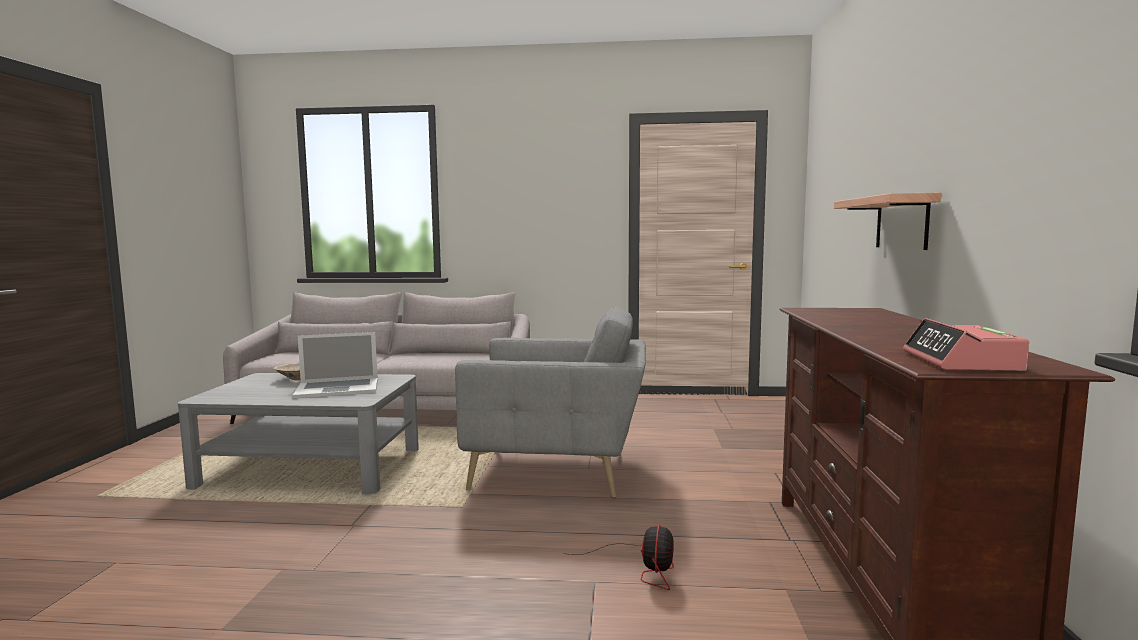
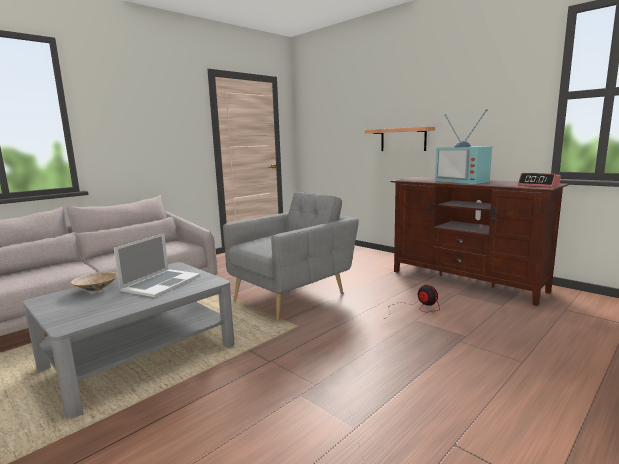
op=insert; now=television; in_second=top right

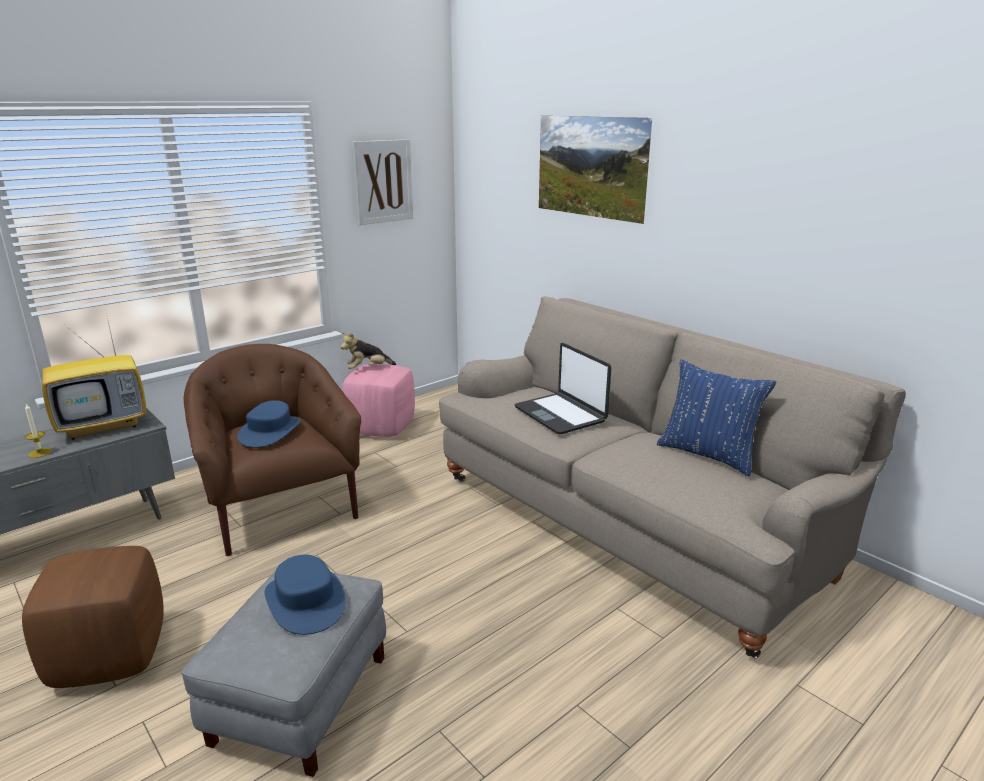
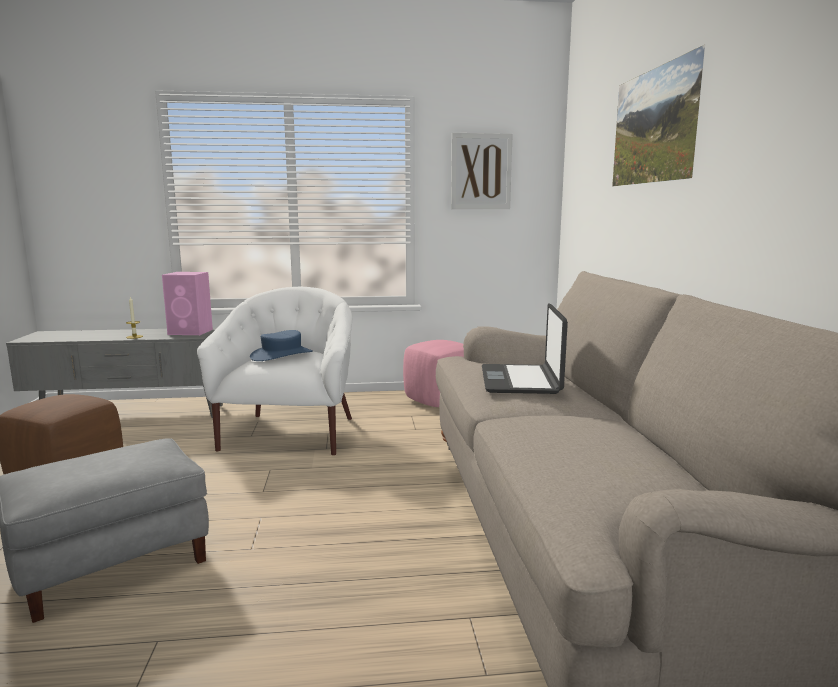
op=replace; was=television; now=pink speaker; in_first=middle left; in_second=middle left
op=delete; was=plush toy; in_first=centre
op=recolor; was=brown armchair; now=white armchair; in_first=middle left; in_second=middle left
op=delete; was=blue pillow; in_first=middle right
op=delete; was=blue hat (2nd from left); in_first=bottom left

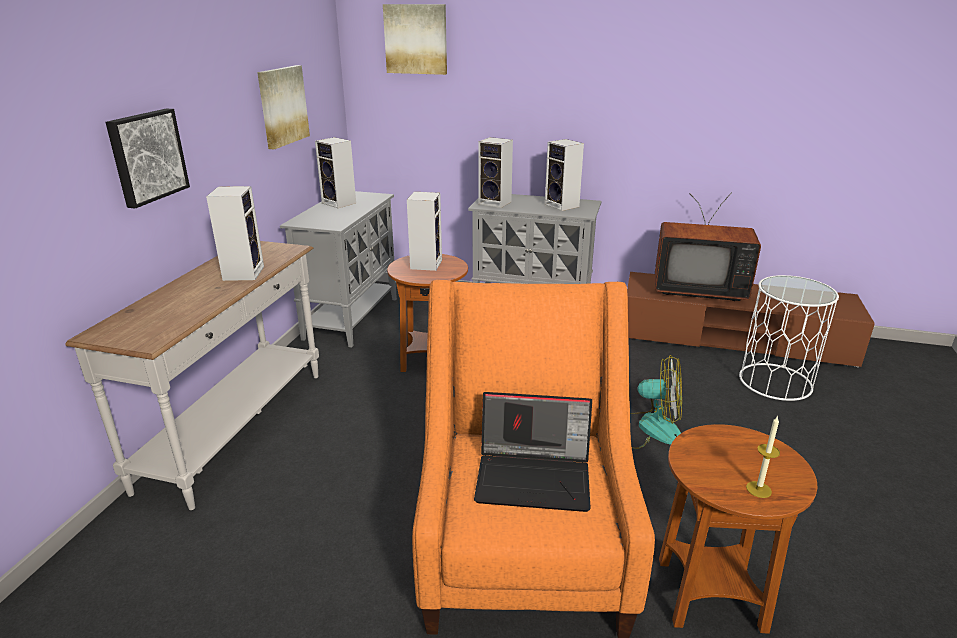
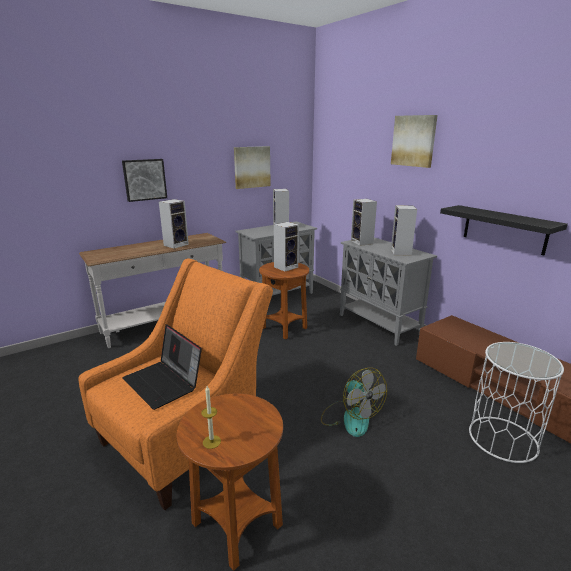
op=move; was=picture (3rd from left); in_first=top centre; in_second=top right
op=delete; was=television; in_first=middle right
op=insert; now=black shelf; in_second=middle right

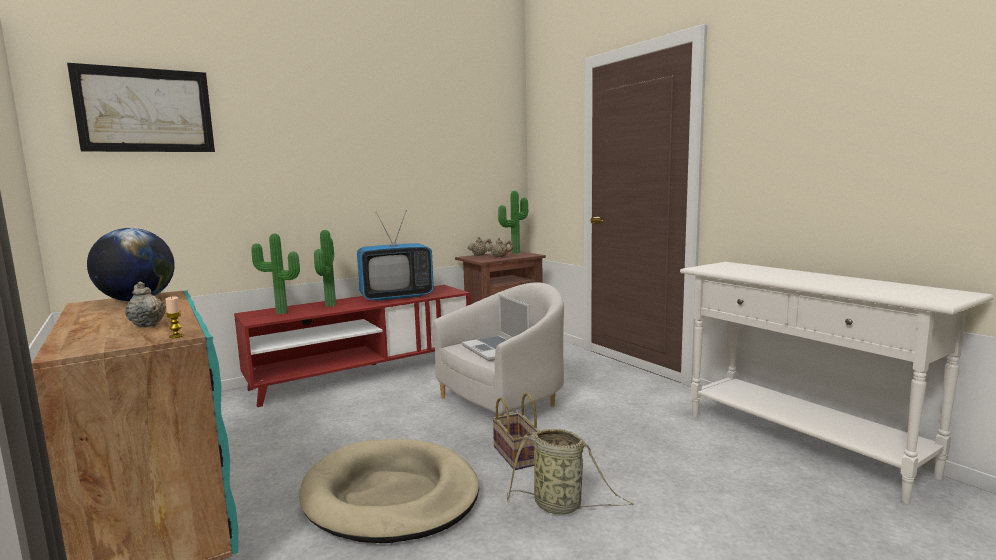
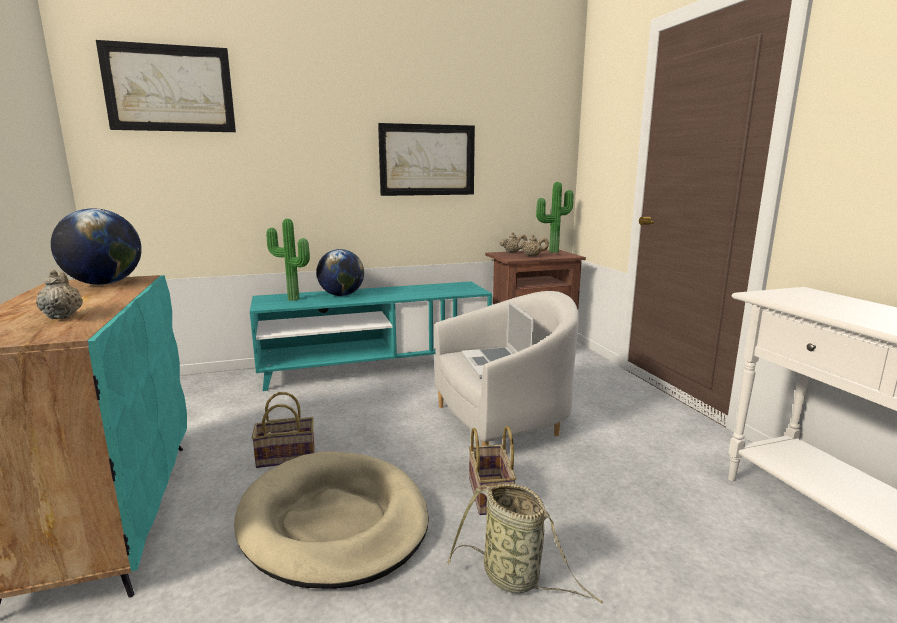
op=delete; was=television; in_first=centre
op=replace; was=potted plant (2nd from left); now=globe (2nd from left); in_first=middle left; in_second=centre
op=recolor; was=red tv stand; now=turquoise tv stand; in_first=centre; in_second=centre
op=delete; was=candle; in_first=middle left
op=insert; now=picture (2nd from left); in_second=top centre
op=insert; now=basket (1st from left); in_second=bottom left

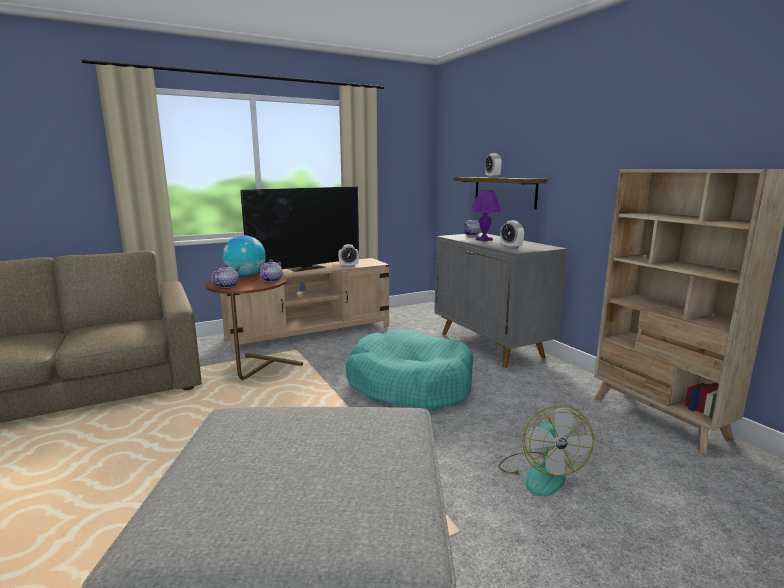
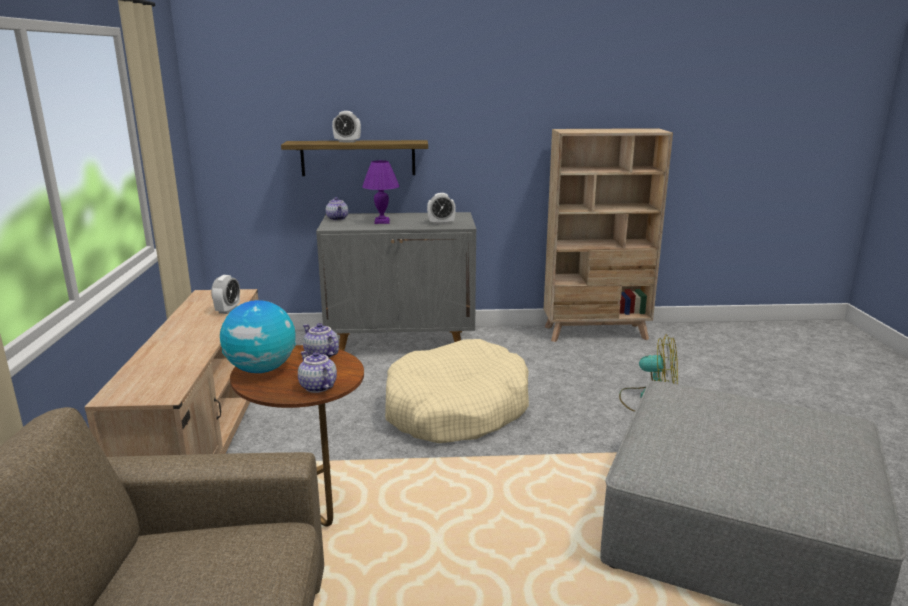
op=delete; was=television; in_first=centre
op=recolor; was=turquoise dog bed; now=beige dog bed; in_first=centre; in_second=centre

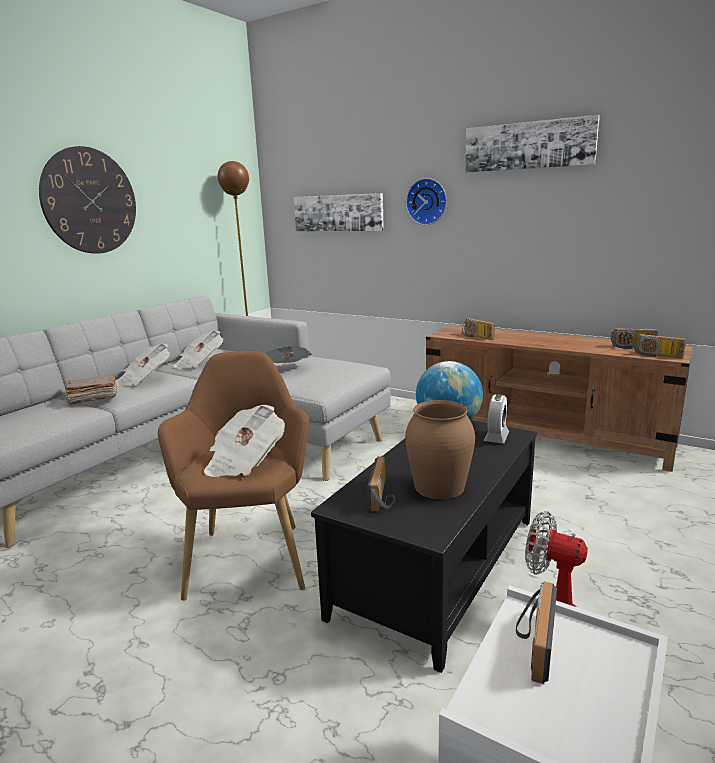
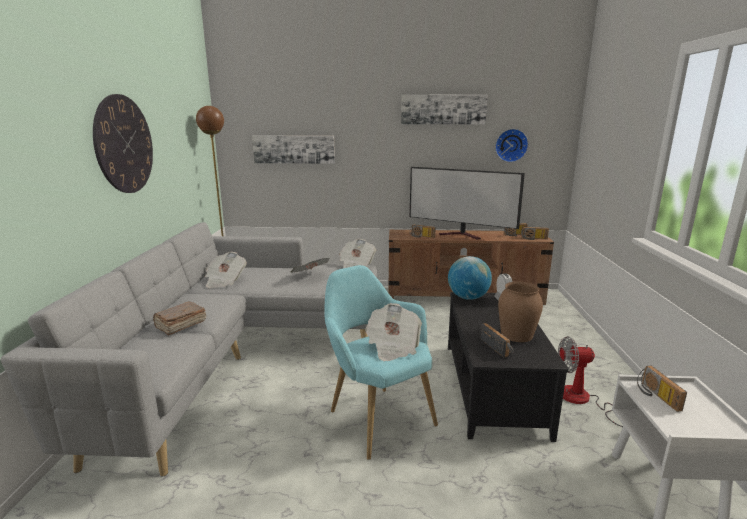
op=move; was=wall clock (2nd from left); in_first=top centre; in_second=top right
op=move; was=newspaper (1st from left in the first image); now=newspaper (3rd from left); in_first=middle left; in_second=centre
op=recolor; was=brown armchair; now=turquoise armchair; in_first=middle left; in_second=bottom centre
op=insert; now=television; in_second=centre

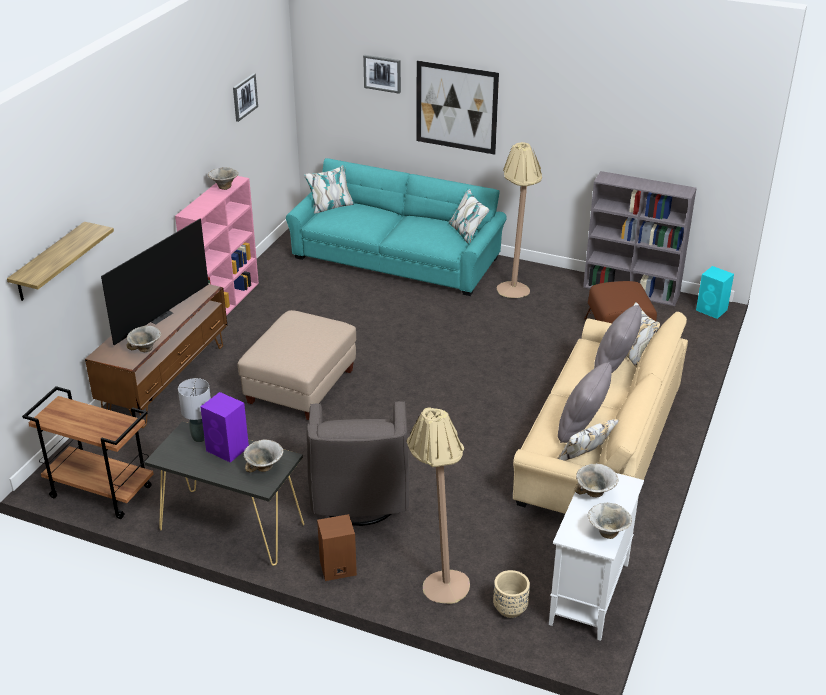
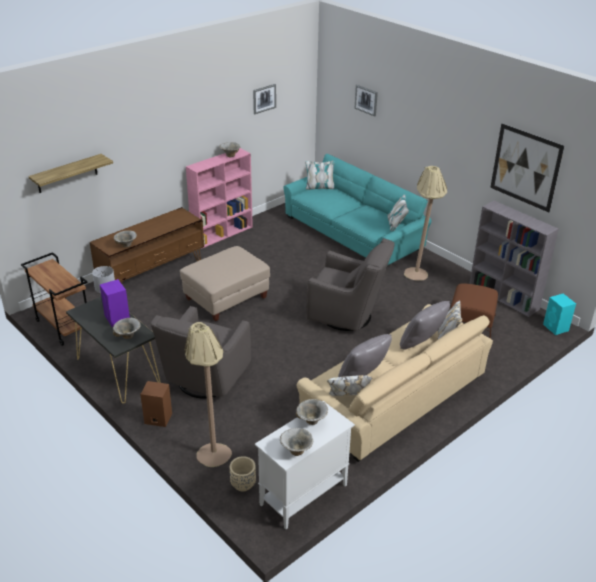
op=move; was=picture (3rd from left); in_first=top centre; in_second=top right
op=delete; was=television; in_first=middle left
op=insert; now=grey armchair (2nd from left); in_second=centre

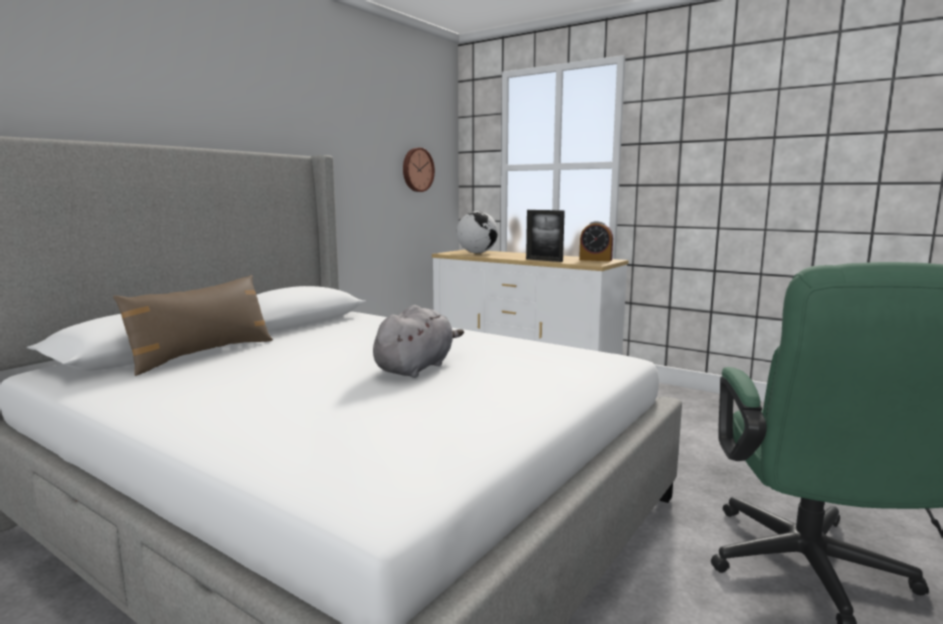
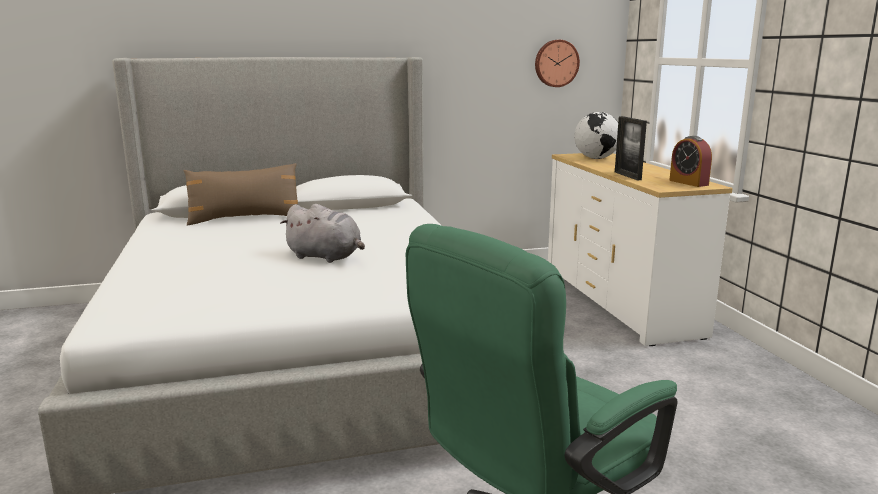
op=rotate; was=grey plush toy; in_first=centre; in_second=centre; clockwise=45

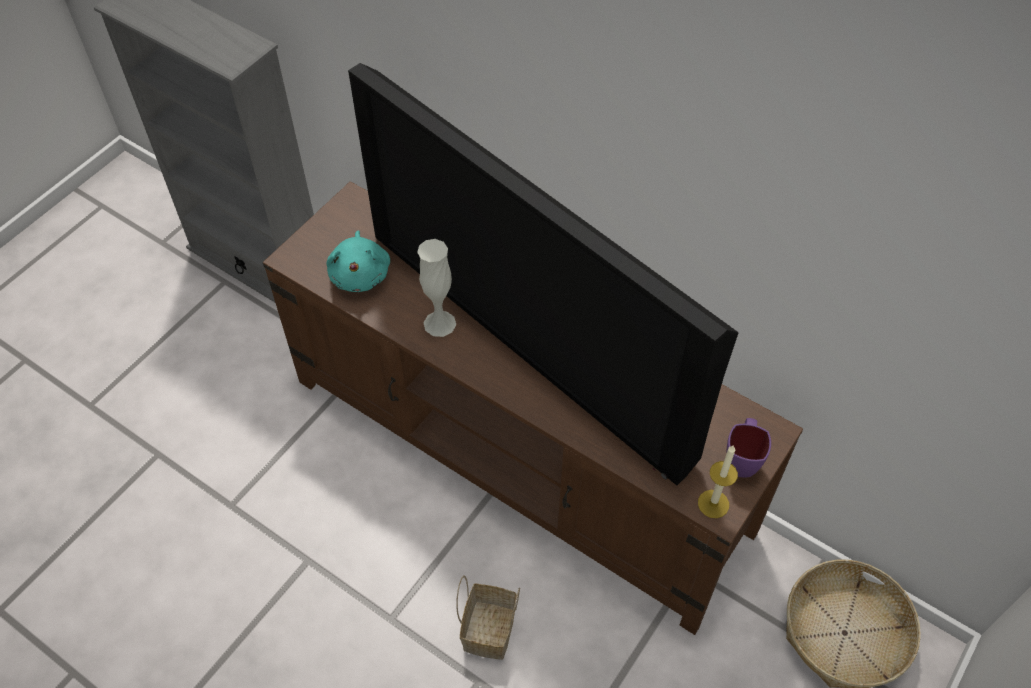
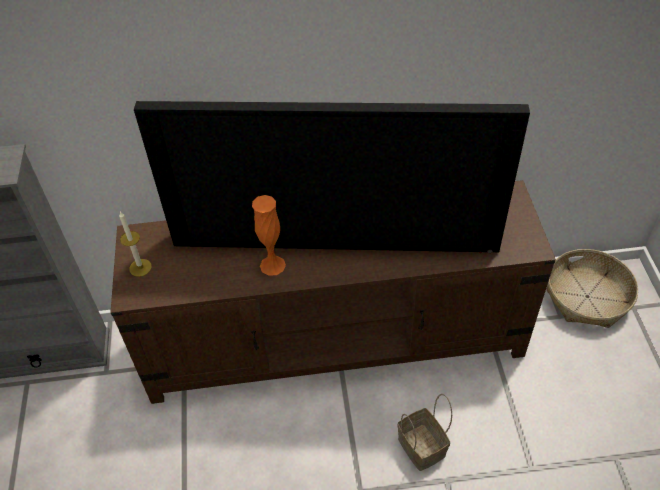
op=delete; was=turquoise plush toy; in_first=centre
op=recolor; was=white vase; now=orange vase; in_first=centre; in_second=centre
op=delete; was=purple mug; in_first=middle right
op=move; was=candle; in_first=bottom right; in_second=middle left

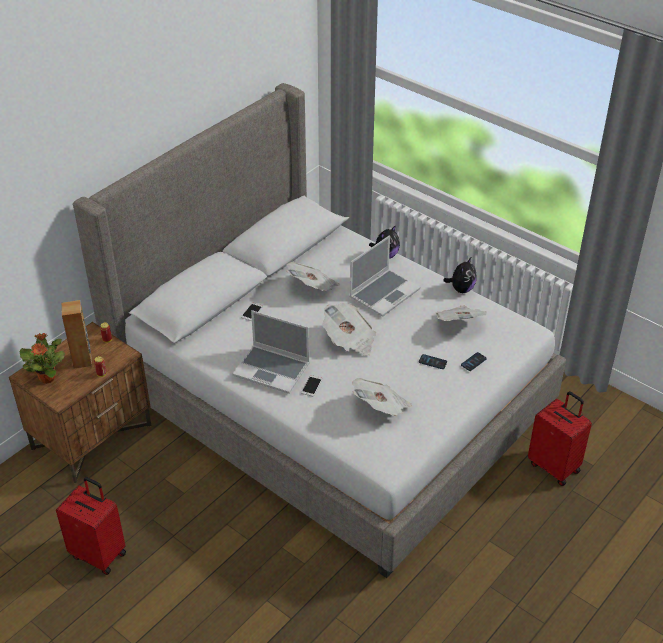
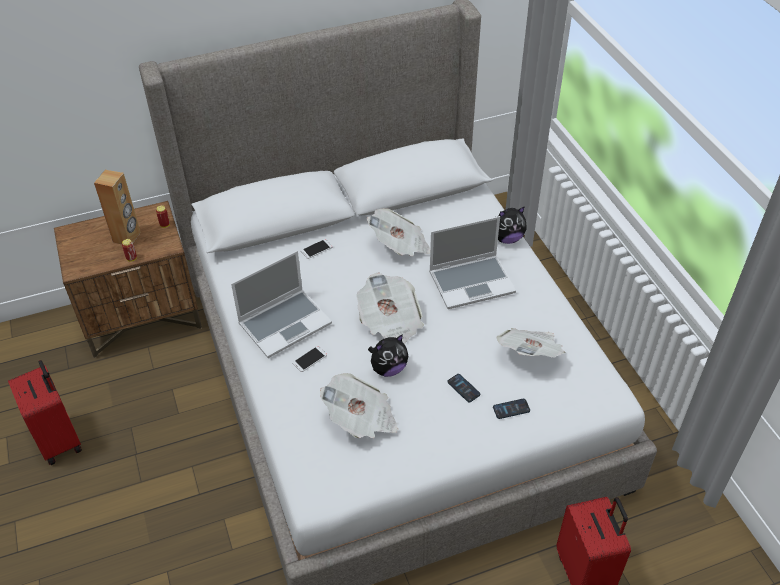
op=move; was=plush toy (2nd from left in the first image); now=plush toy (1st from left); in_first=middle right; in_second=centre
op=rotate; was=laptop (1st from left); in_first=centre; in_second=centre; clockwise=-90
op=delete; was=potted plant; in_first=middle left

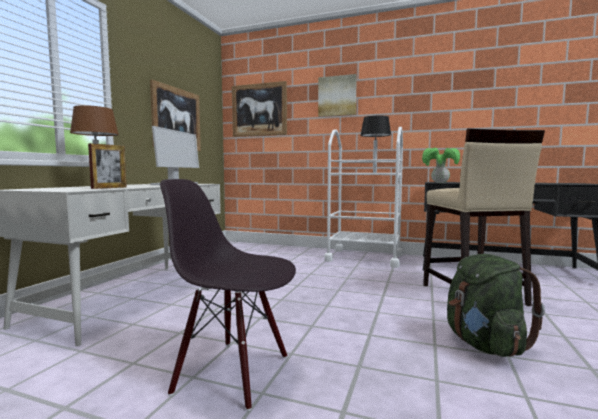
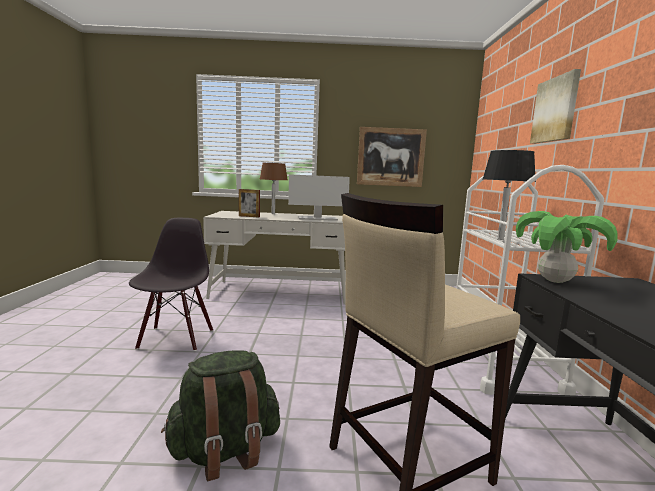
op=delete; was=picture (2nd from left); in_first=top centre

